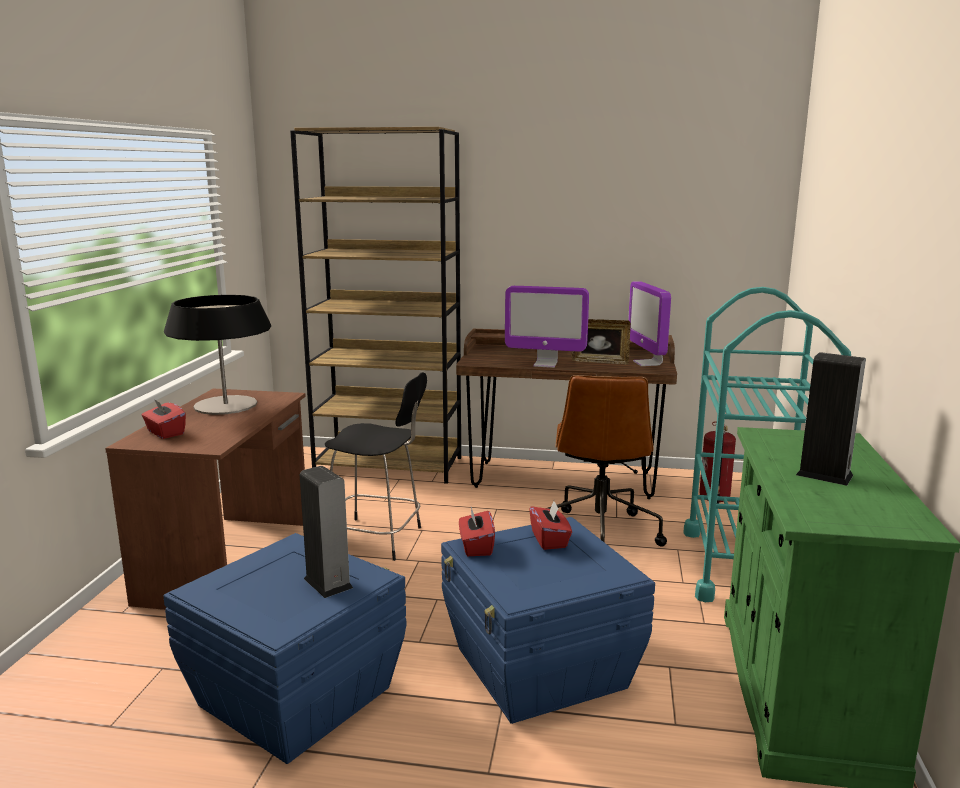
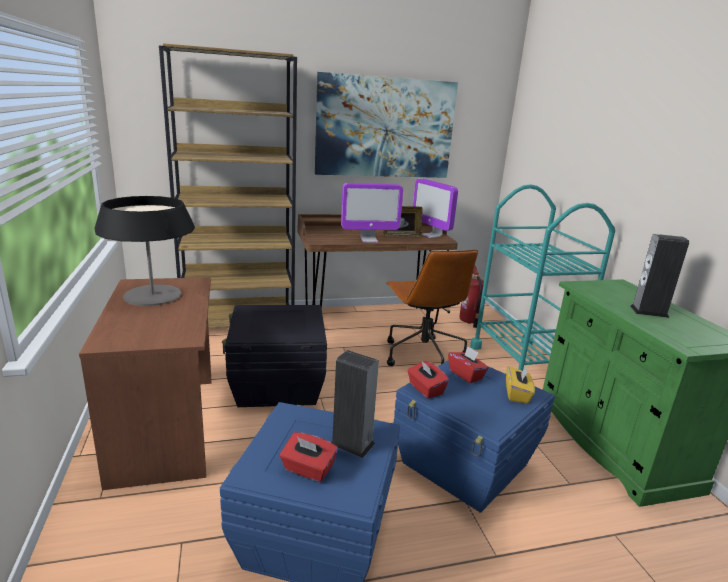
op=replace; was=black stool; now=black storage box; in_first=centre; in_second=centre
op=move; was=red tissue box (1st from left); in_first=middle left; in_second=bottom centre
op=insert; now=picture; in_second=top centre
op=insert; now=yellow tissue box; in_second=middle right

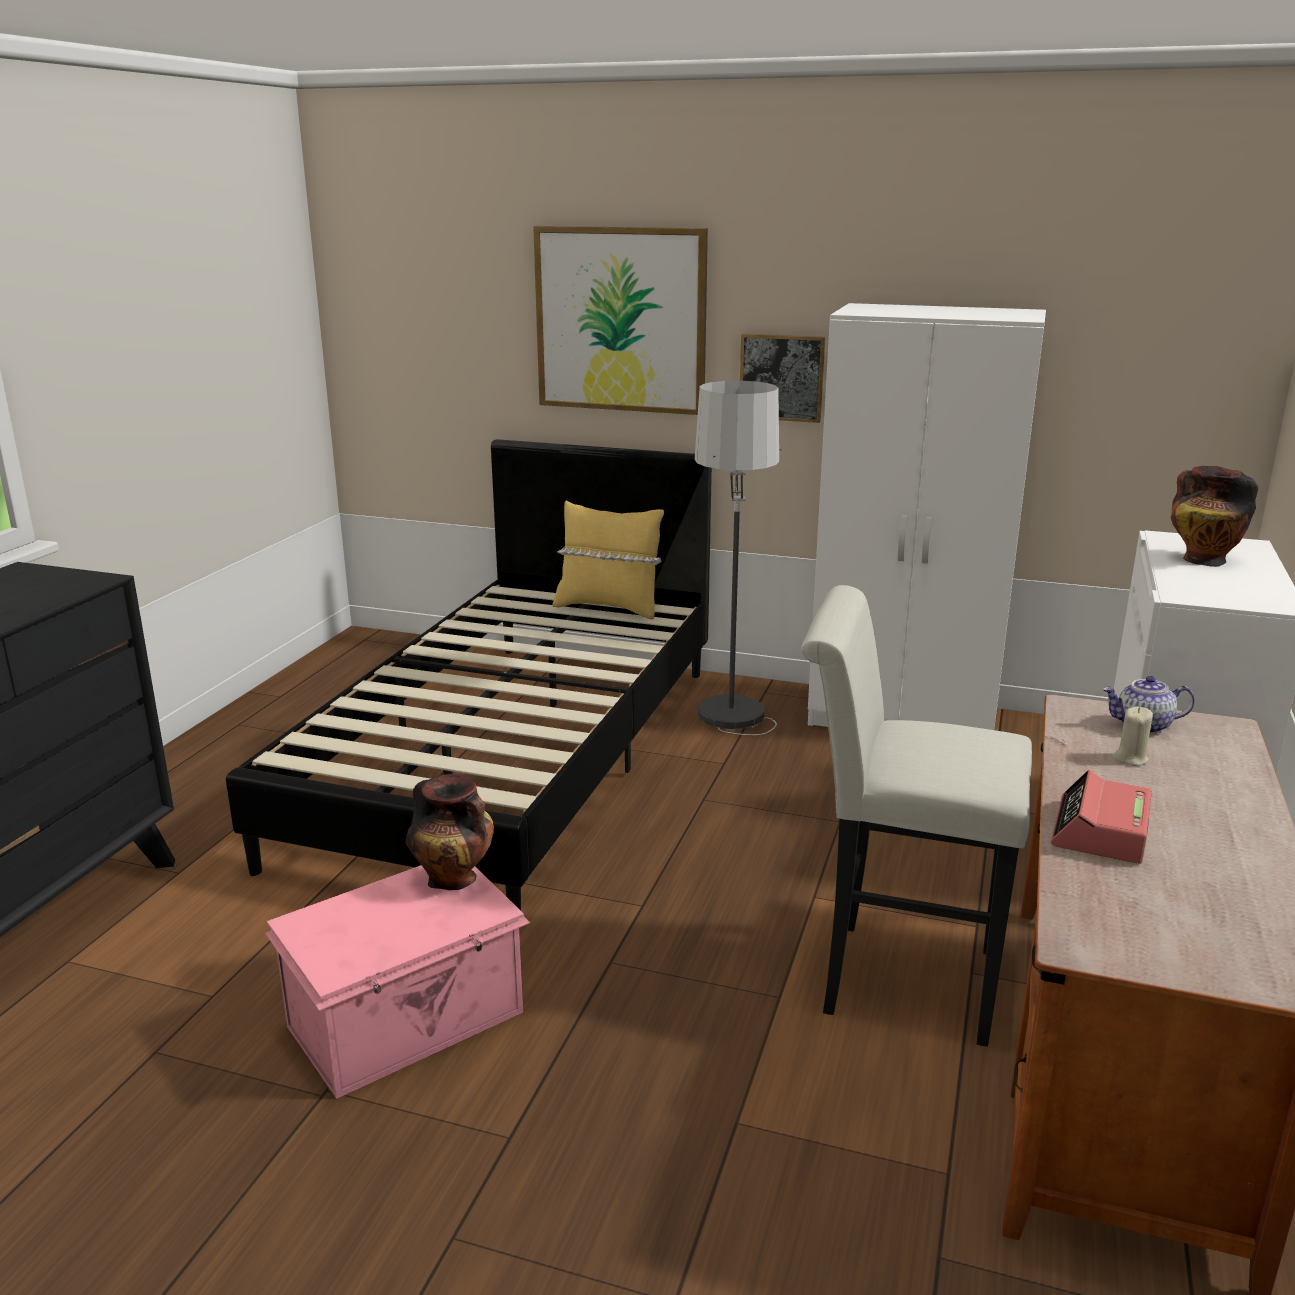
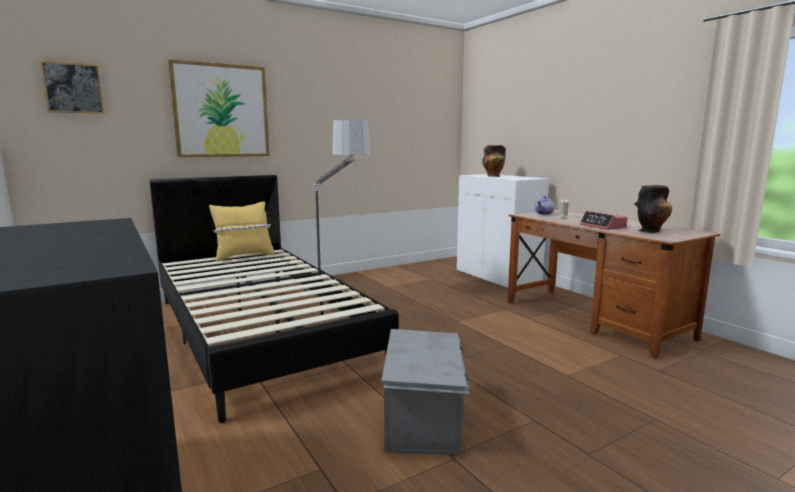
op=delete; was=white wardrobe; in_first=middle right
op=move; was=picture (2nd from left in the first image); now=picture (1st from left); in_first=top centre; in_second=top left
op=delete; was=white stool; in_first=middle right
op=move; was=vase (1st from left in the first image); now=vase (2nd from left); in_first=centre; in_second=middle right
op=recolor; was=pink storage box; now=grey storage box; in_first=bottom left; in_second=bottom centre

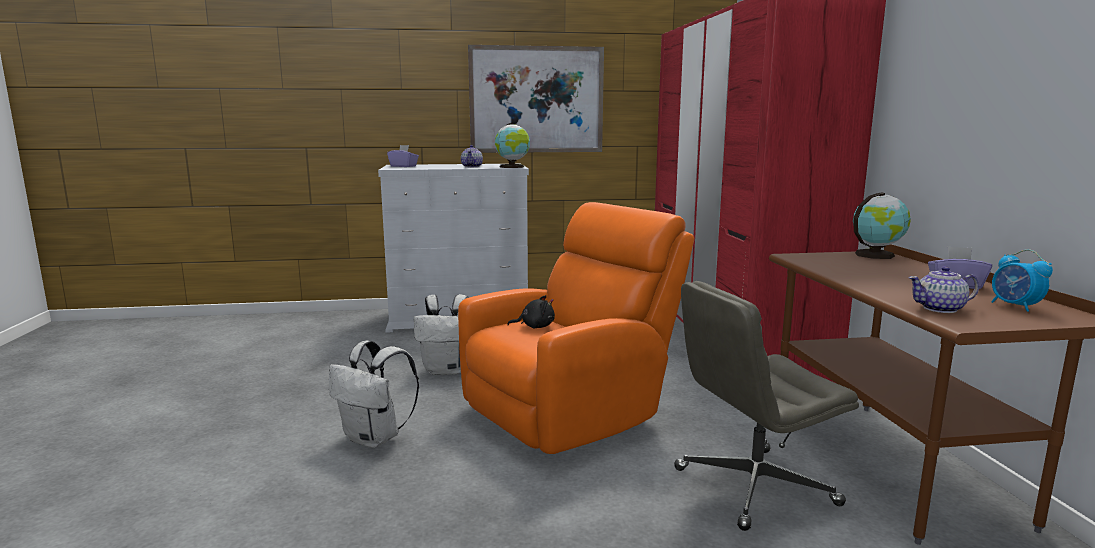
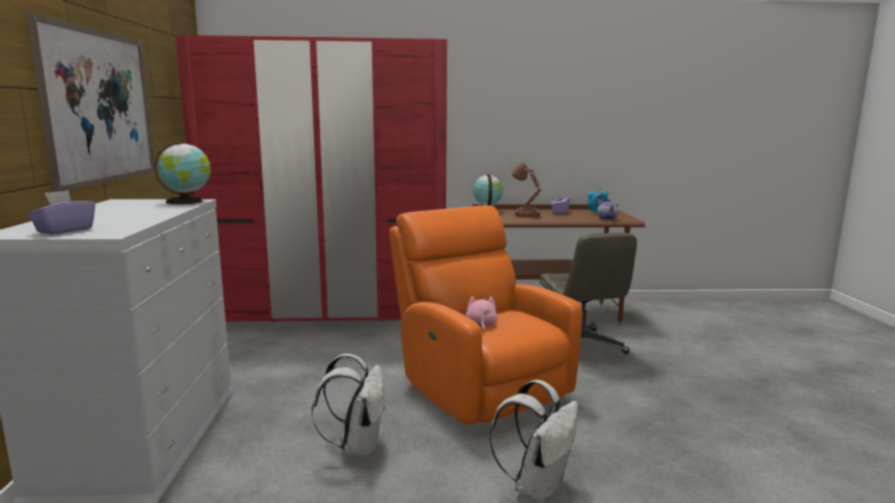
op=delete; was=teapot (1st from left); in_first=top centre
op=recolor; was=black plush toy; now=pink plush toy; in_first=centre; in_second=centre
op=insert; now=brown table lamp; in_second=centre

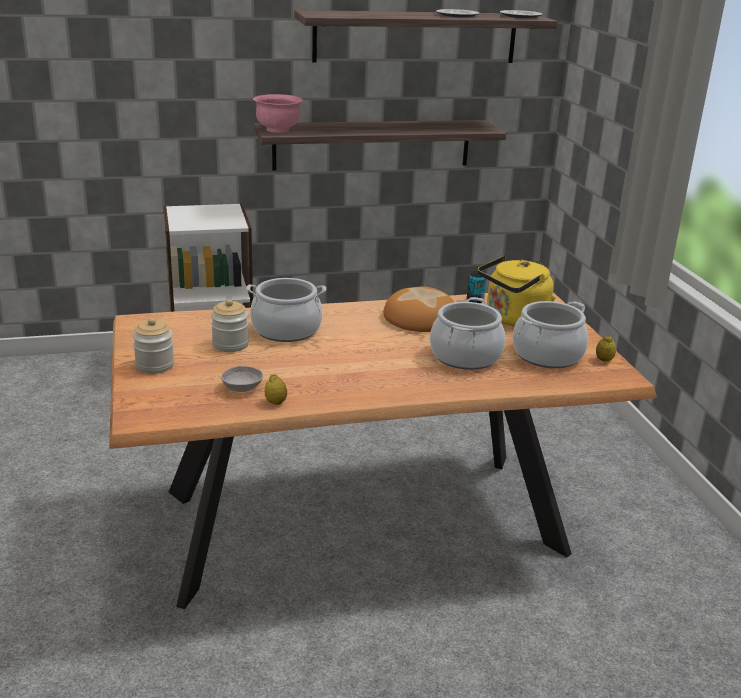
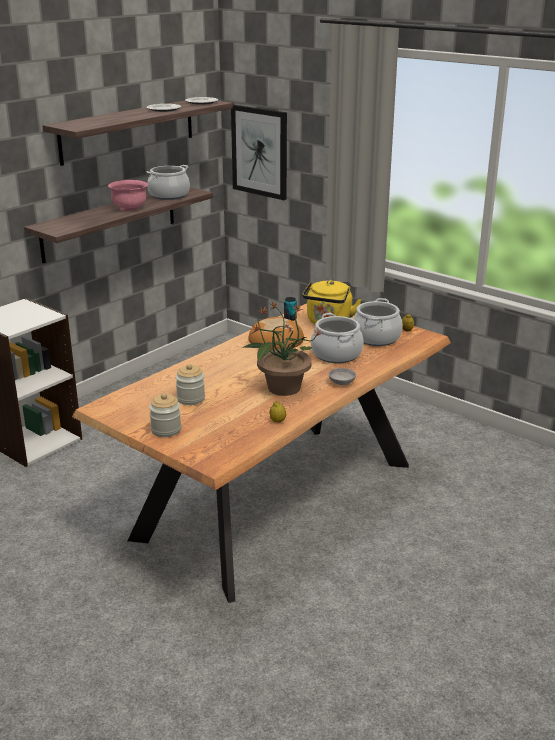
op=move; was=pink bowl; in_first=top centre; in_second=top left
op=move; was=cooking pot (1st from left); in_first=centre; in_second=top left
op=move; was=grey bowl; in_first=middle left; in_second=centre
op=insert; now=picture; in_second=top centre
op=insert; now=potted plant; in_second=centre

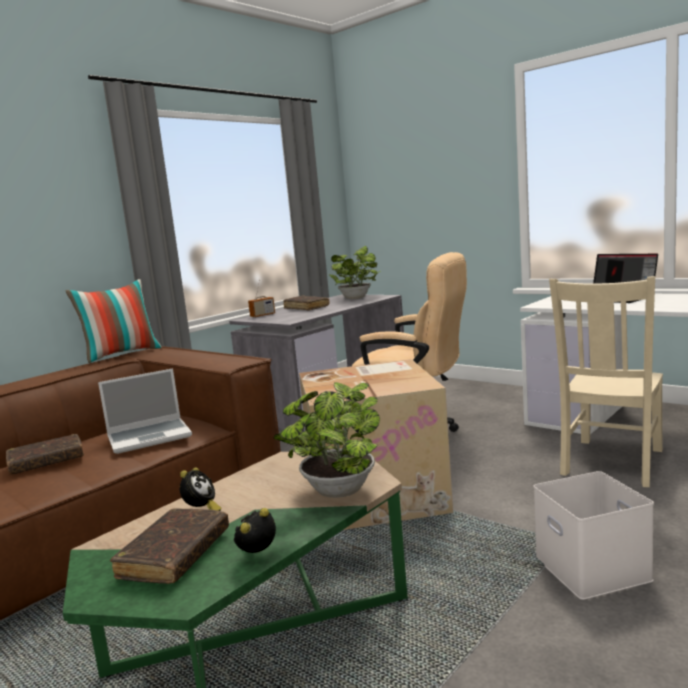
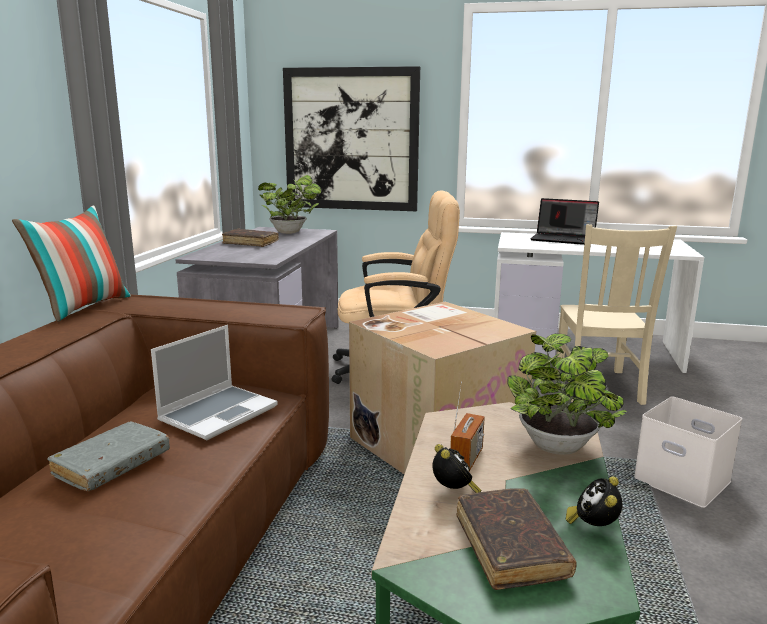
op=move; was=radio; in_first=centre; in_second=bottom centre
op=recolor; was=brown book (1st from left); now=grey book; in_first=middle left; in_second=bottom left
op=insert; now=picture; in_second=top centre

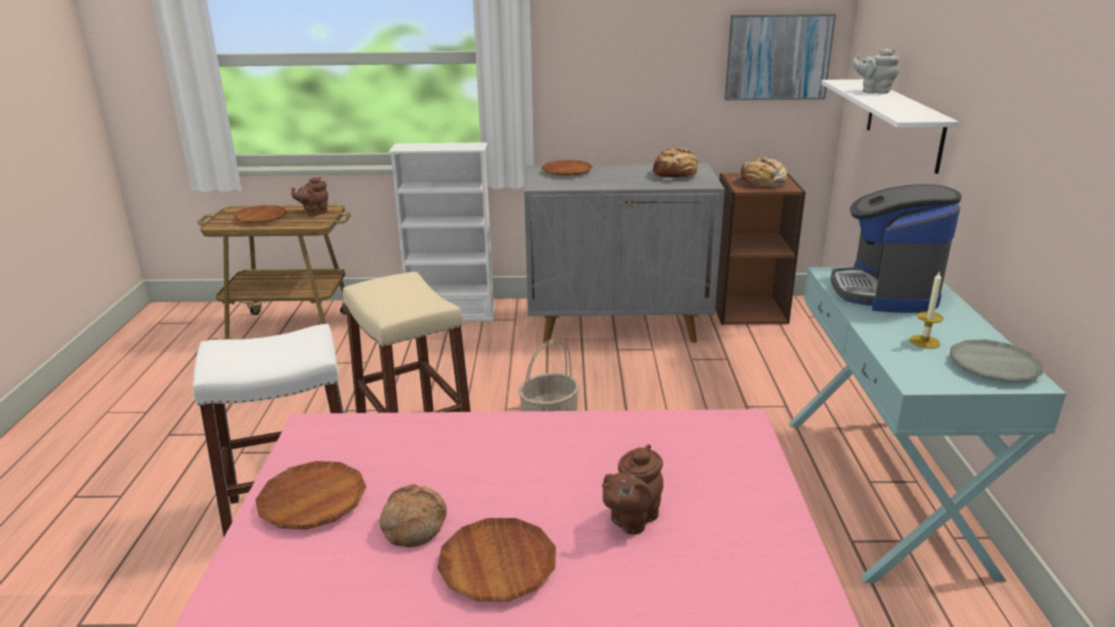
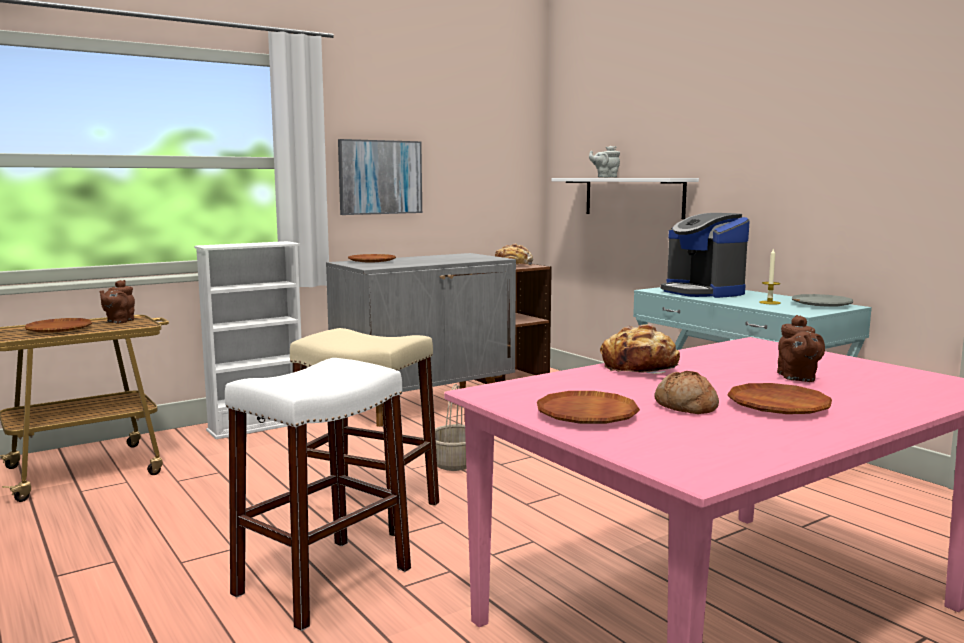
op=move; was=picture; in_first=top right; in_second=top centre
op=move; was=bread (2nd from left); in_first=top centre; in_second=centre

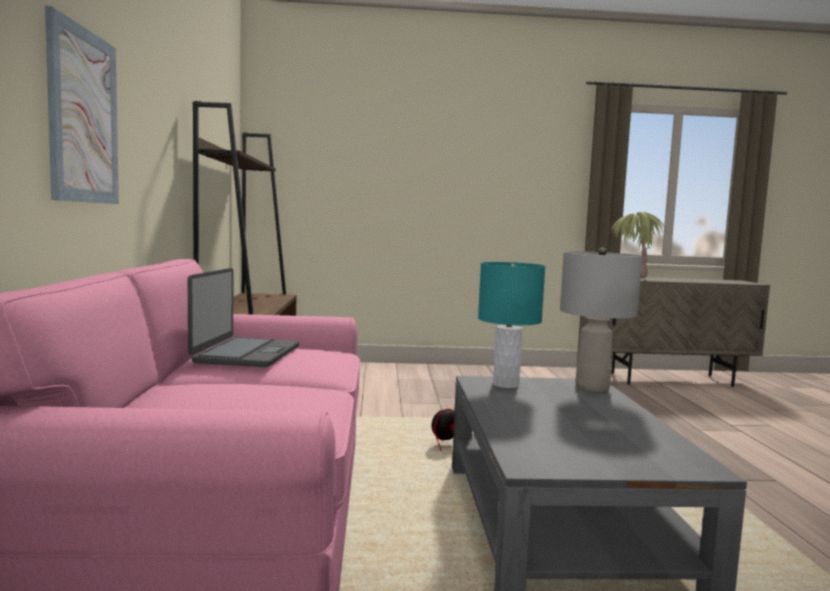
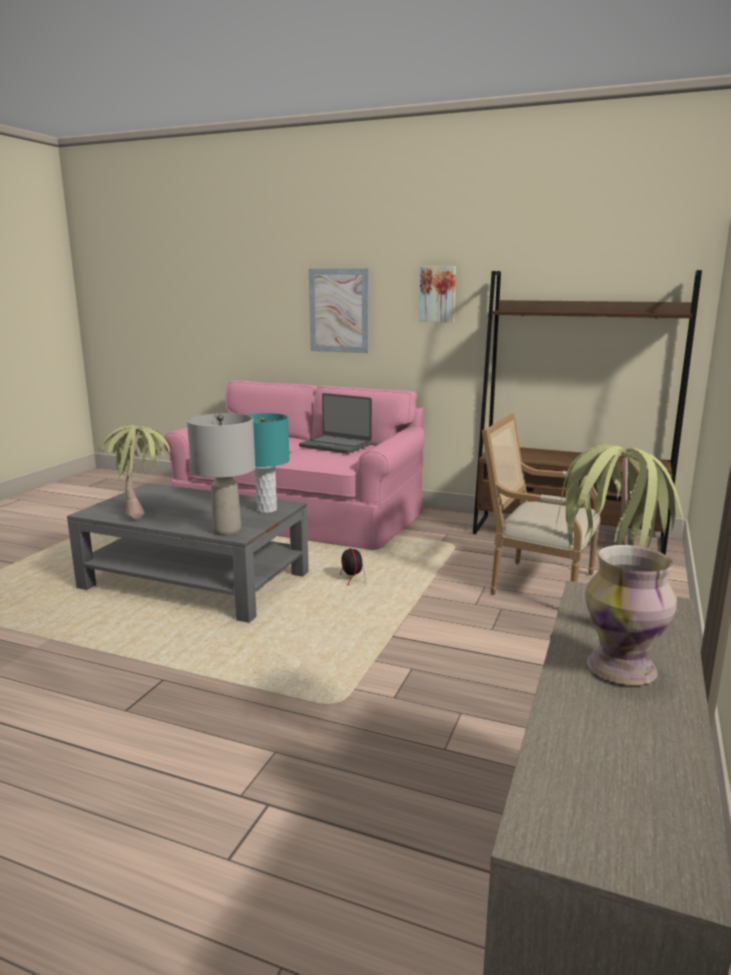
op=insert; now=picture (2nd from left); in_second=top centre
op=insert; now=armchair; in_second=middle right
op=insert; now=potted plant (1st from left); in_second=middle left
op=insert; now=vase; in_second=middle right

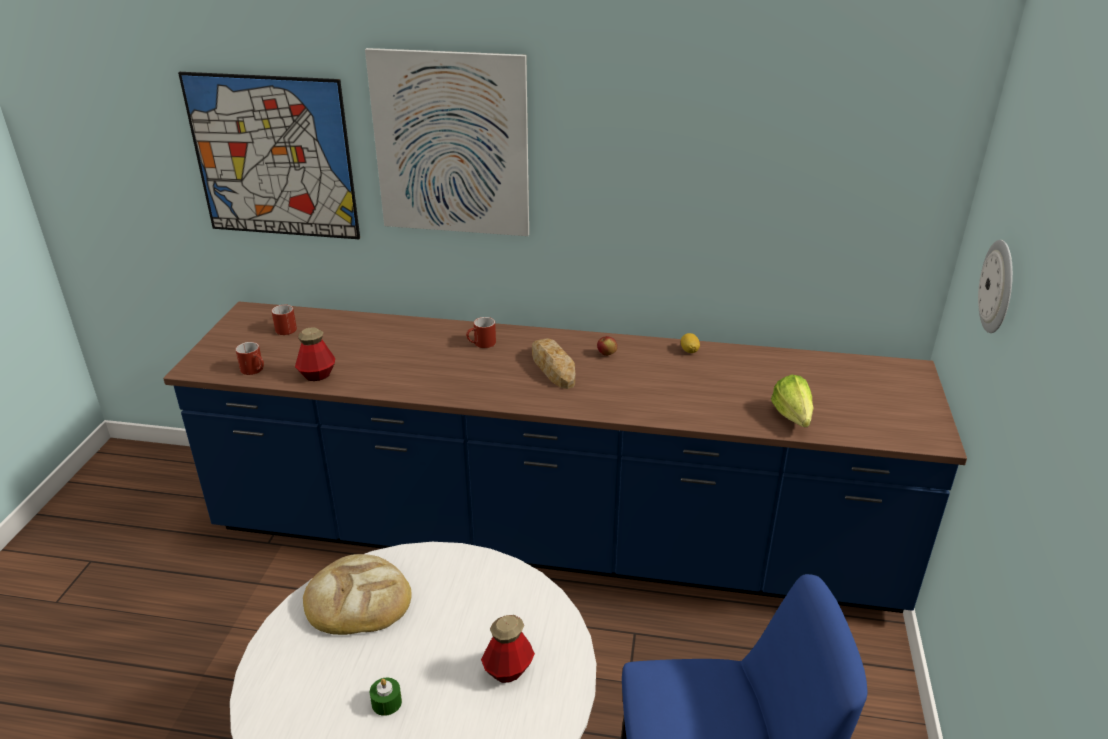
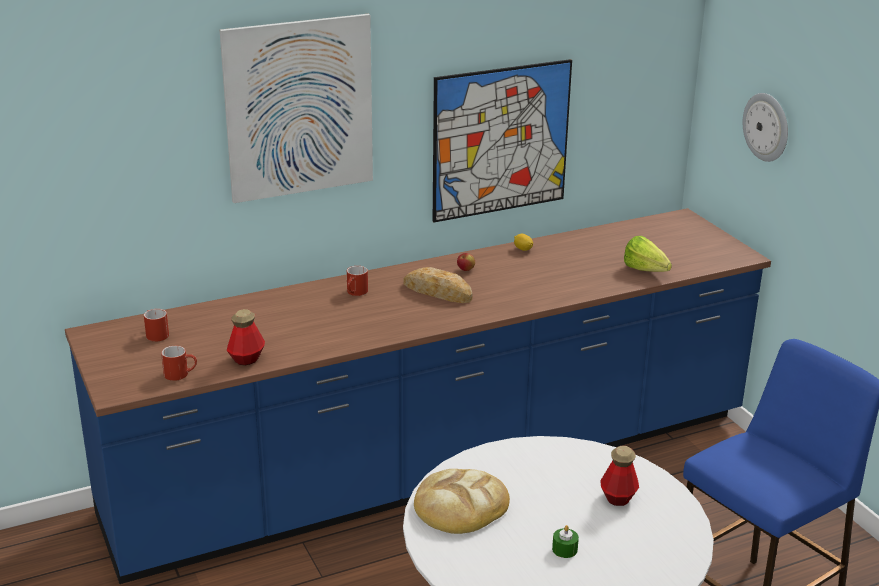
op=move; was=picture (1st from left in the first image); now=picture (2nd from left); in_first=top left; in_second=top centre

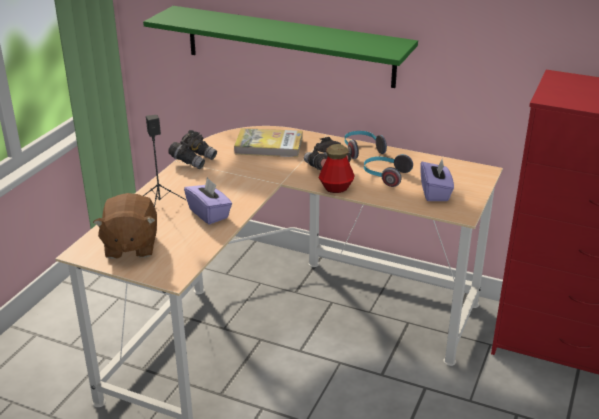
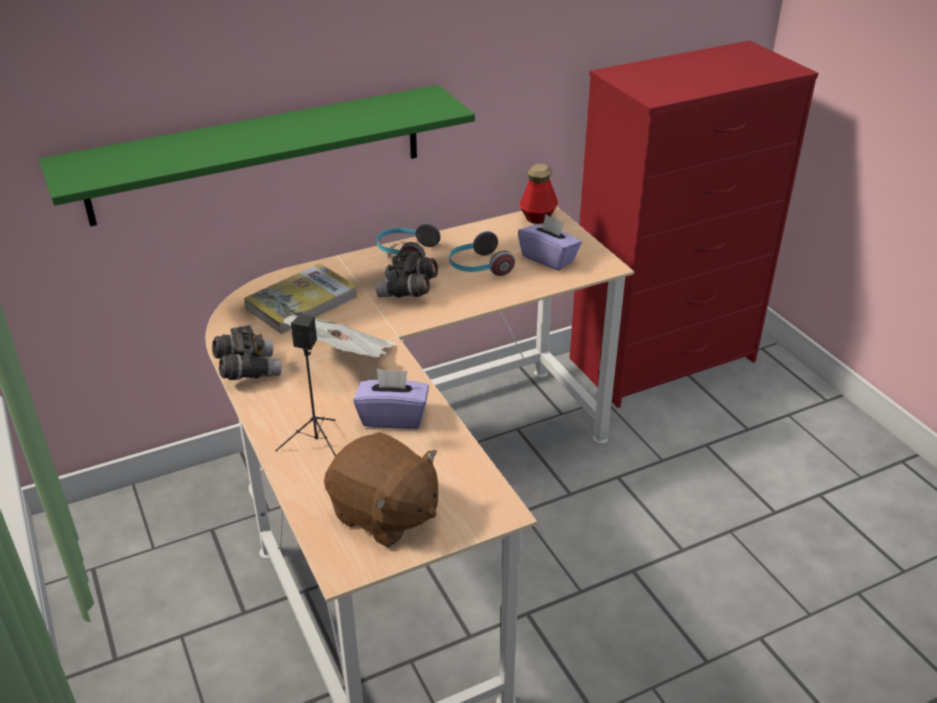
op=move; was=bottle; in_first=centre; in_second=top centre
op=insert; now=newspaper; in_second=centre

